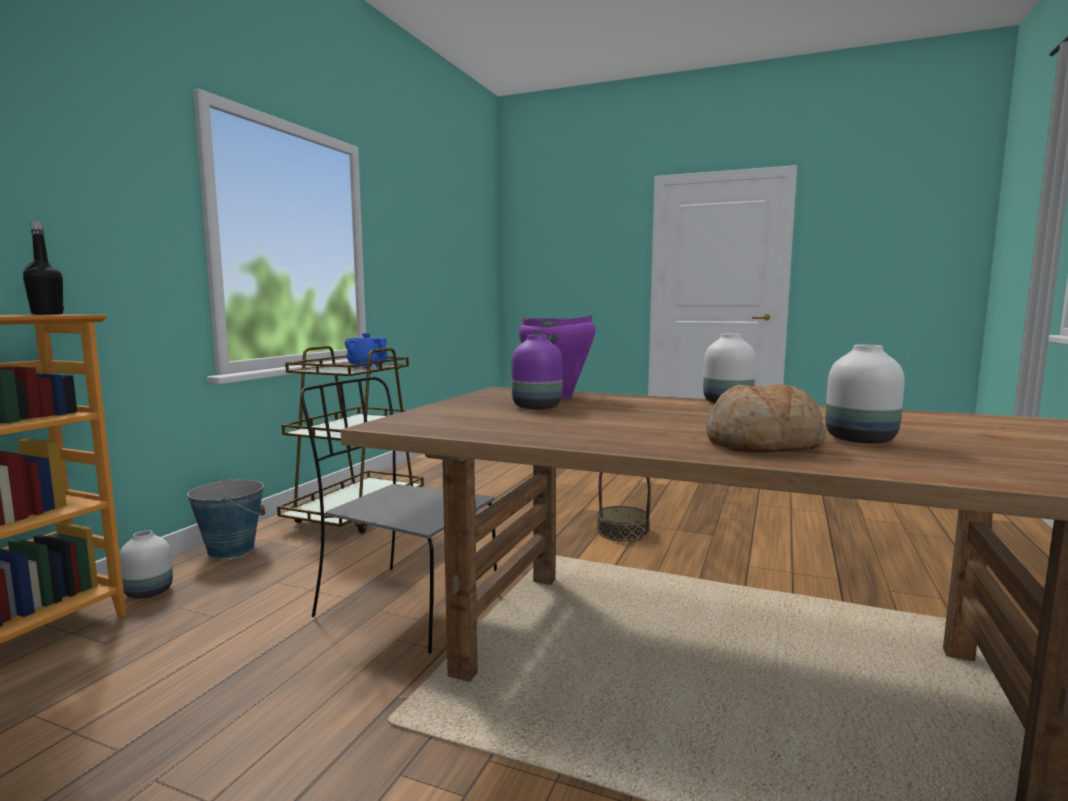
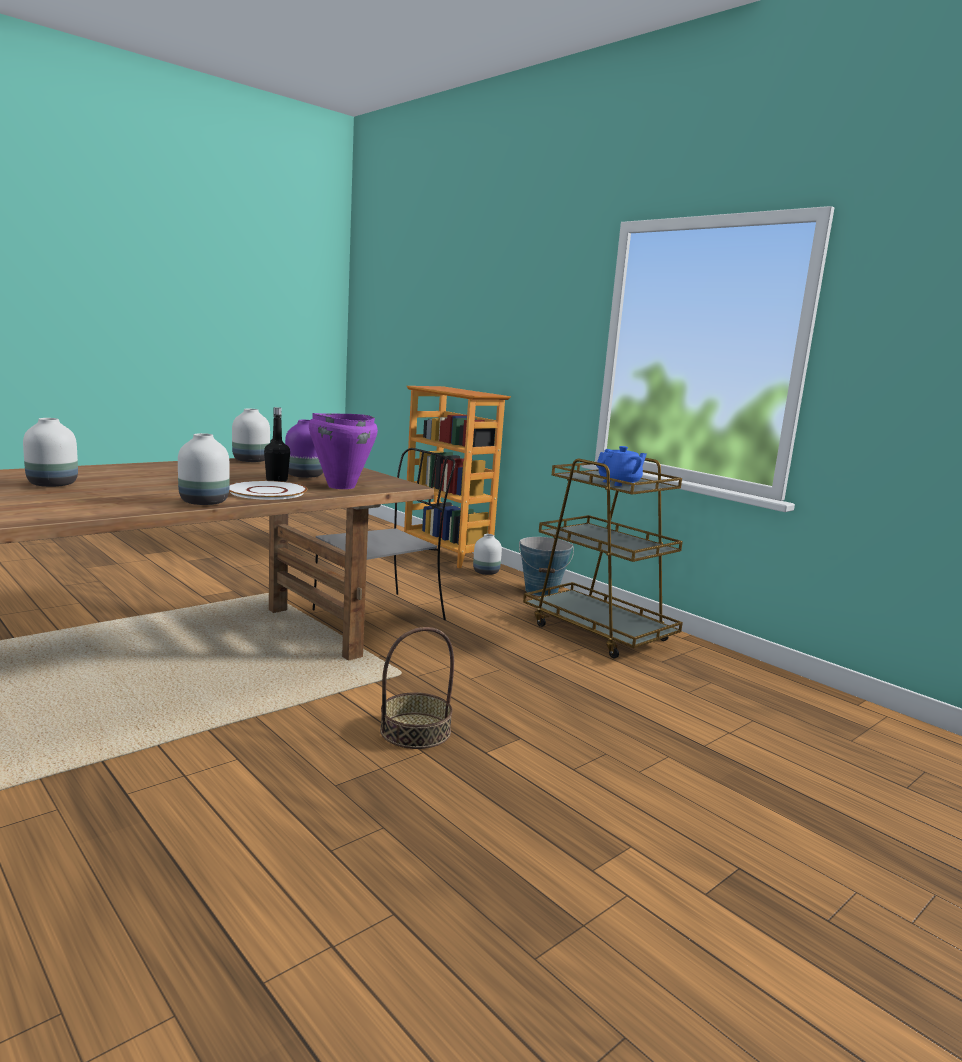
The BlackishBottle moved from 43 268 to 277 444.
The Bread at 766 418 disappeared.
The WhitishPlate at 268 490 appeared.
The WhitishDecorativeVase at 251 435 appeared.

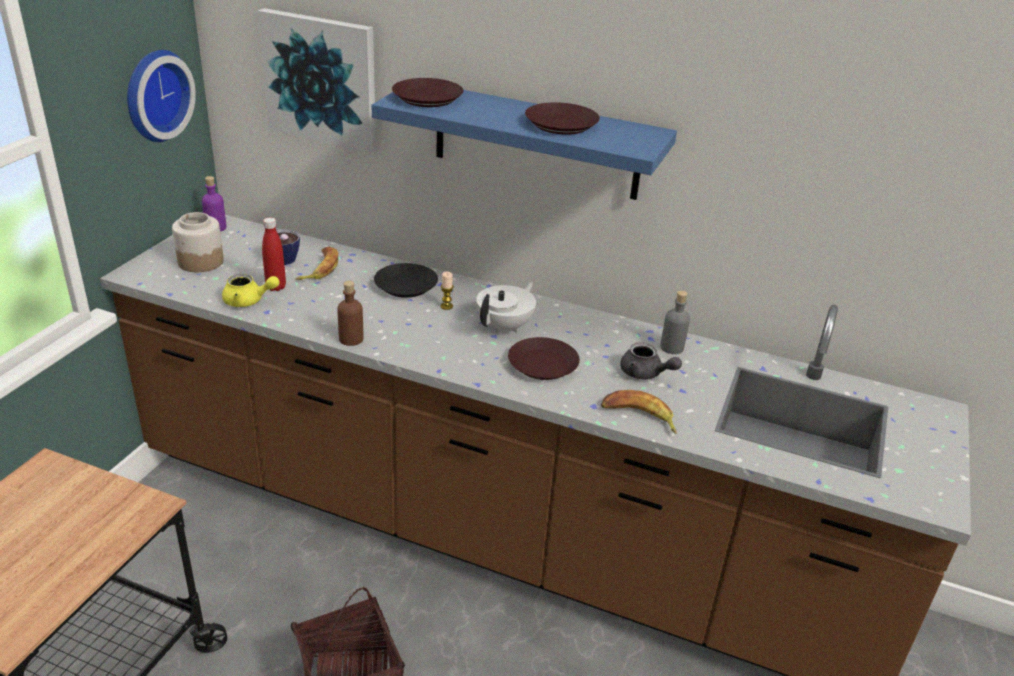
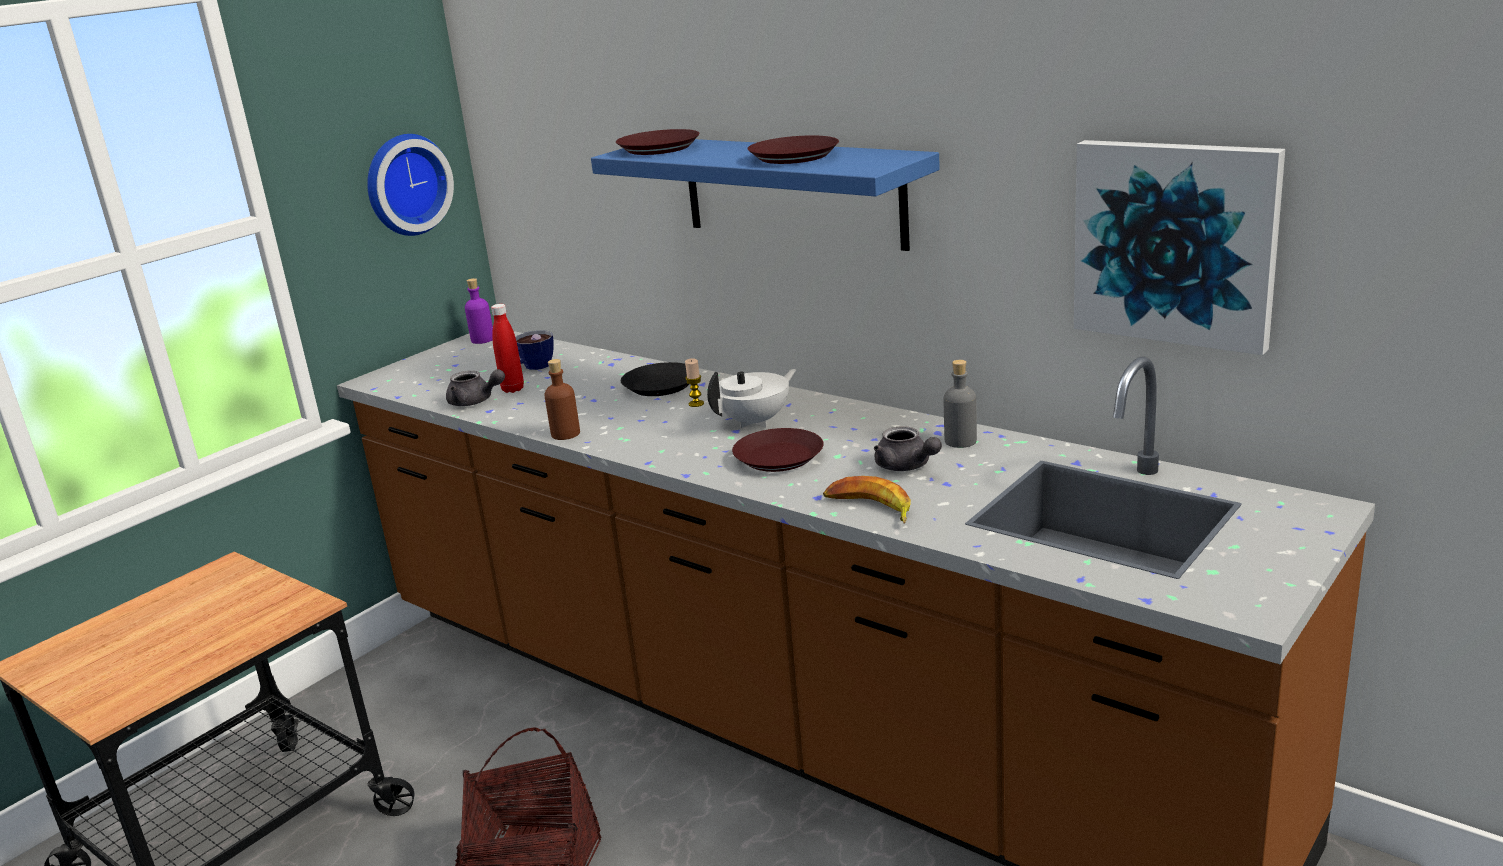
The PreserveJar at 198 242 disappeared.
The YellowishPotForTea at 250 290 became the GreyPotForTea at 475 387.
The WallPicture moved from 317 80 to 1179 247.
The BananaFruit at 316 263 disappeared.

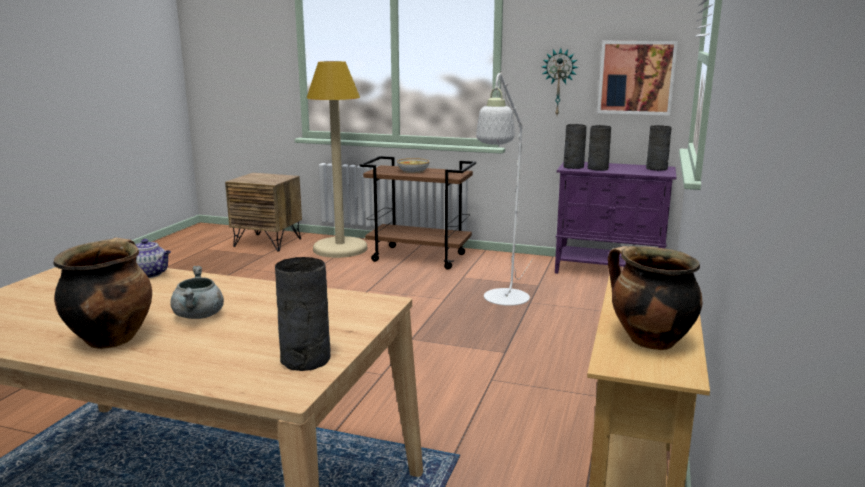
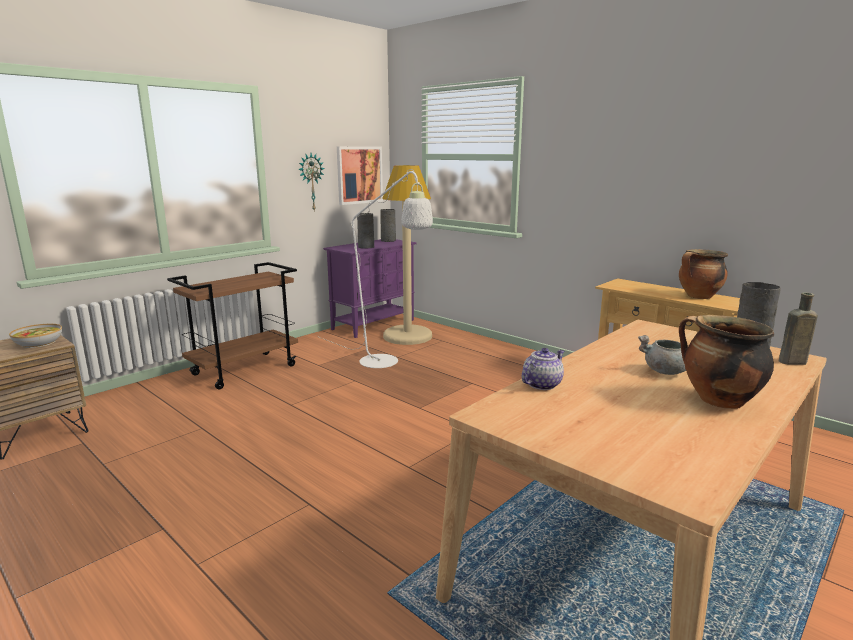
The SandColouredFloorLamp moved from 337 159 to 407 255.
The DeepDish moved from 413 165 to 35 336.
The GreyDecorativeVase at 575 146 disappeared.
The BrownishBottle at 798 329 appeared.

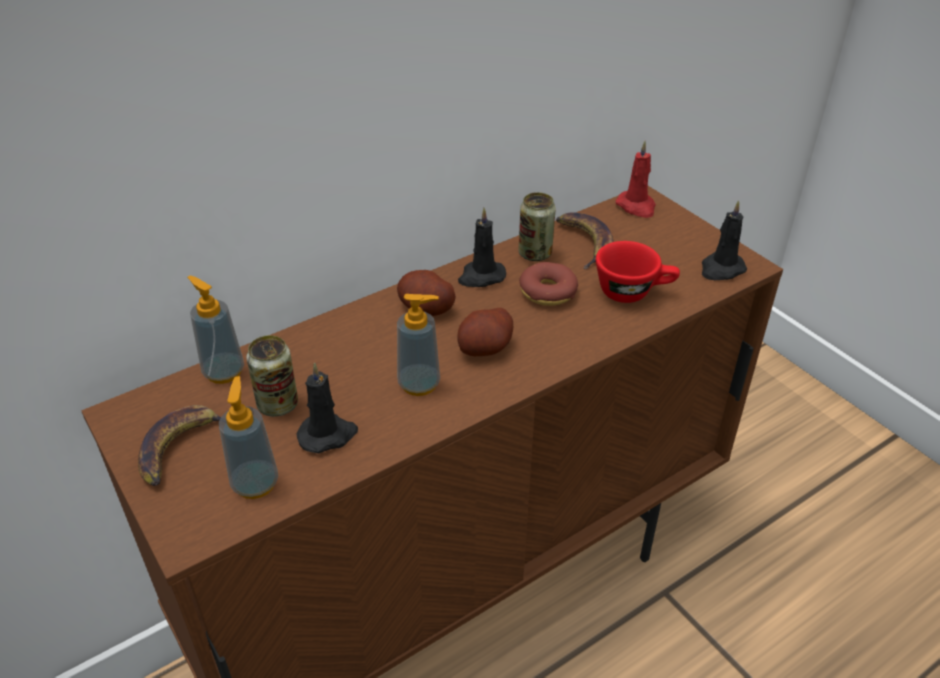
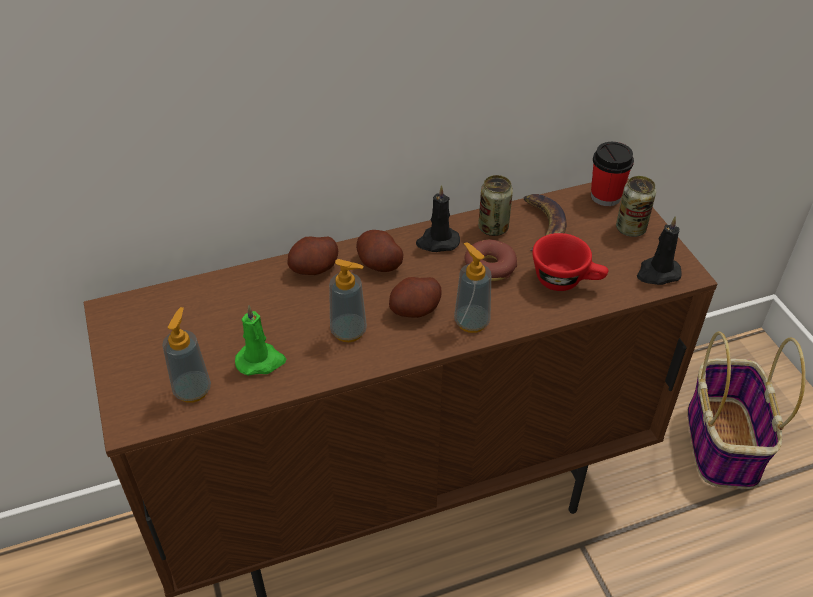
The BananaFruit at 179 445 disappeared.
The SoapDispenser moved from 215 329 to 472 287.
The SealedCan moved from 272 376 to 636 206.
The BlackishWaxCandle at 327 407 became the GreenColouredWaxCandle at 260 340.
The ReddishWaxCandle at 635 179 was replaced by the Cup at 612 174.
The WholePotato at 312 255 appeared.
The HouseholdBasket at 746 410 appeared.

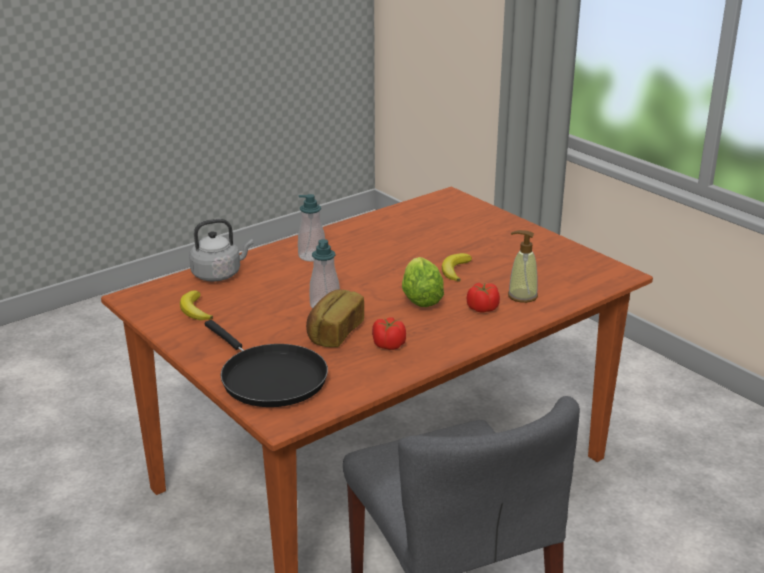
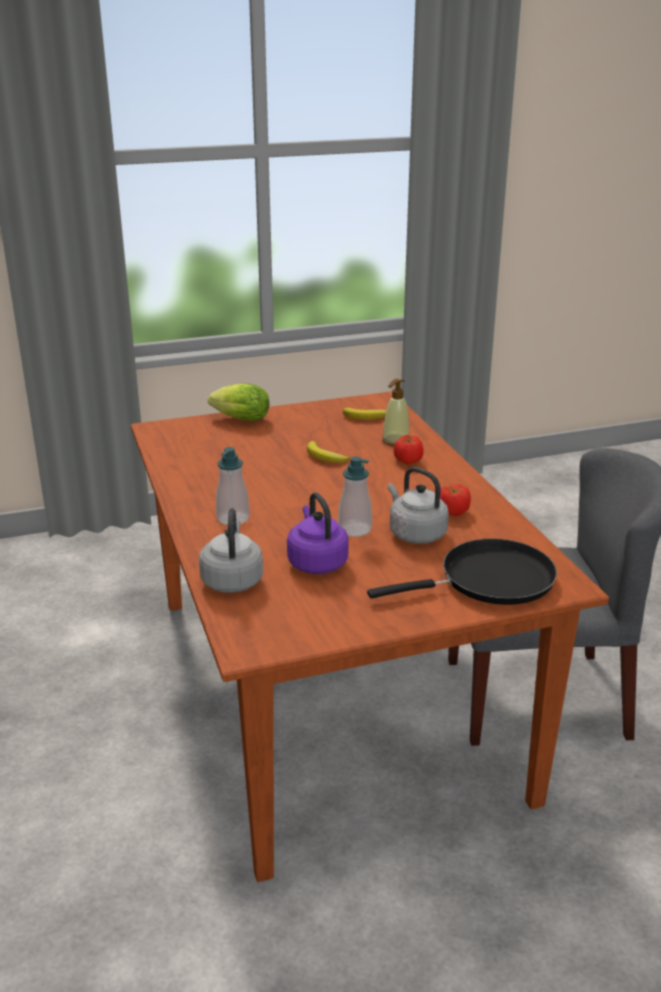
The BananaFruit moved from 196 305 to 364 414.
The Bread at 335 318 was replaced by the GreyWaterKettle at 418 505.
The HeadOfLettuce moved from 423 282 to 238 402.
The PurpleWaterKettle at 318 533 appeared.

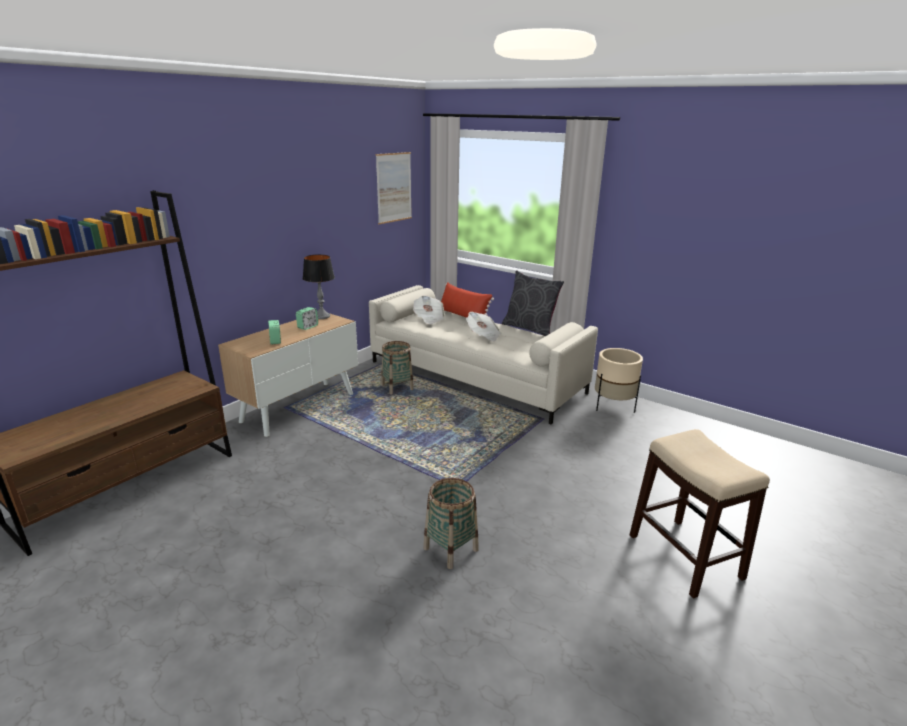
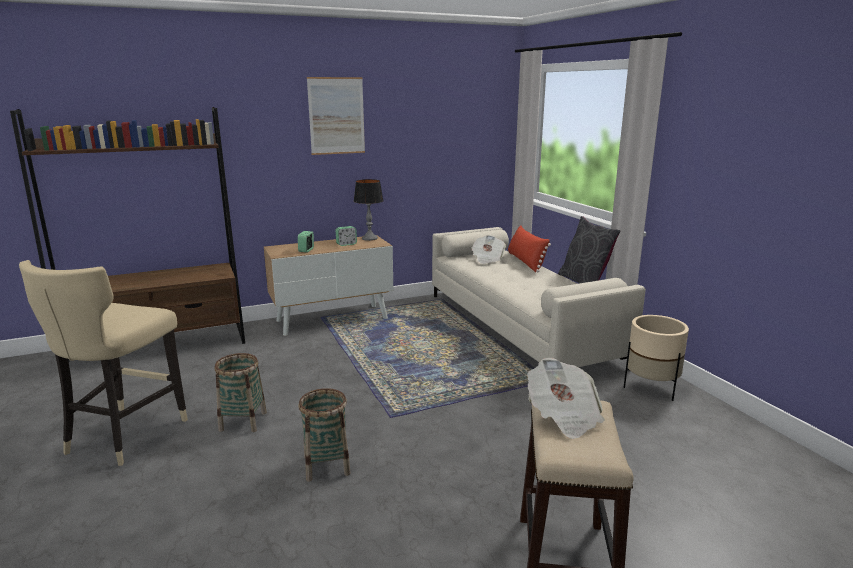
The WallPicture moved from 394 188 to 336 116.
The HouseholdBasket moved from 397 368 to 241 392.
The Newspaper moved from 484 327 to 566 398.
The SandColouredStool at 103 363 appeared.

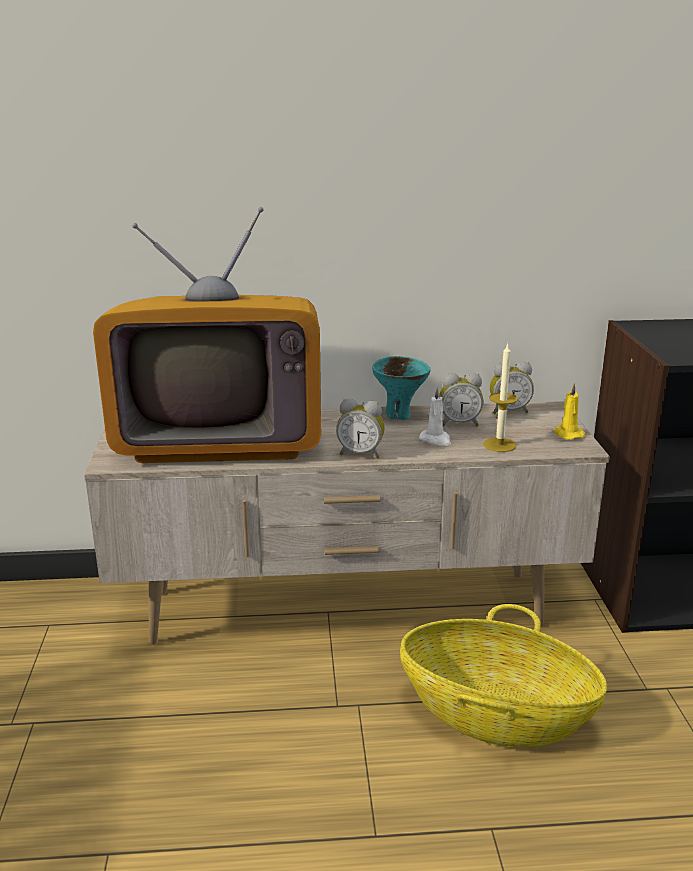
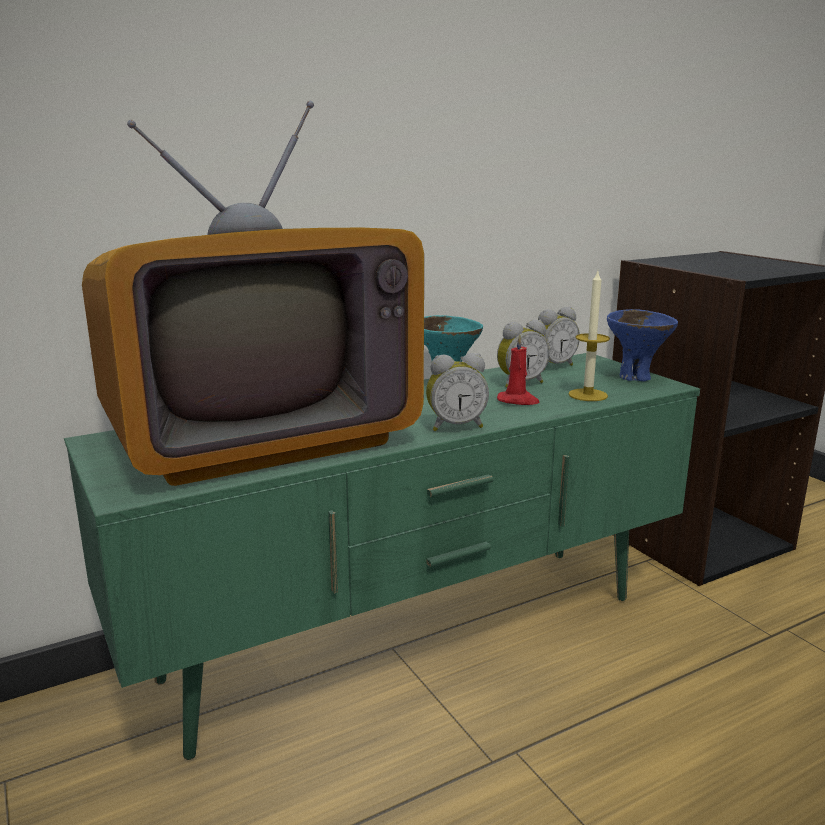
The SandColouredMediaConsole at 347 523 became the GreenColouredMediaConsole at 382 556.
The HouseholdBasket at 503 675 disappeared.
The WhitishWaxCandle at 435 416 became the ReddishWaxCandle at 518 369.
The YellowishWaxCandle at 569 411 was replaced by the BluishDeepDish at 642 345.

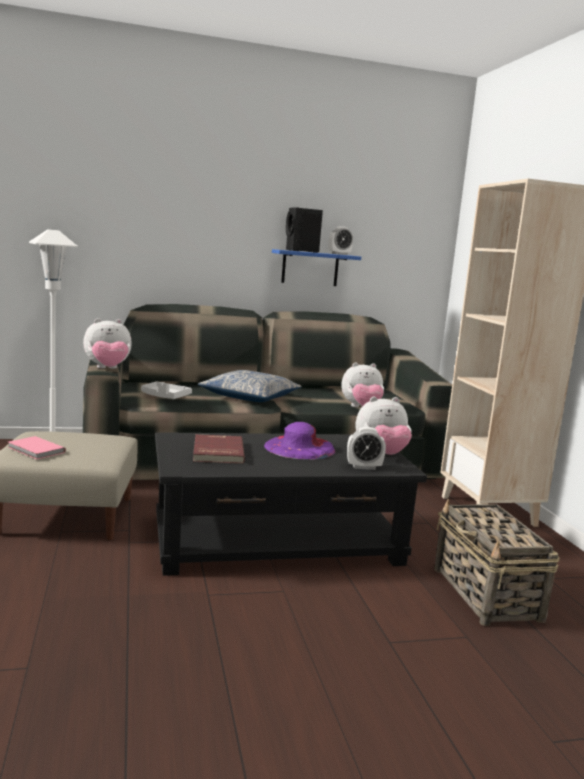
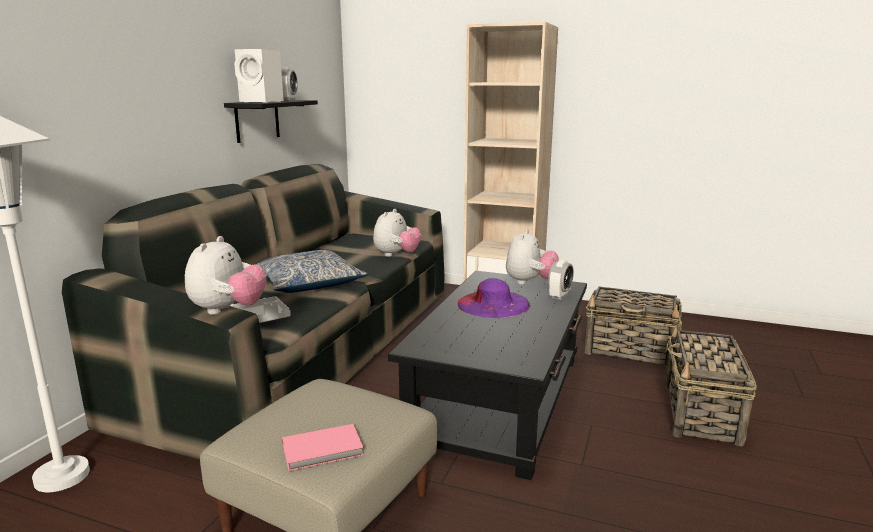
The ReddishVolume at 219 449 disappeared.
The BluishBracketShelf at 316 267 became the BlackishBracketShelf at 271 121.
The BlackishLoudspeaker at 304 230 became the WhitishLoudspeaker at 259 75.
The HouseholdBasket at 711 385 appeared.

